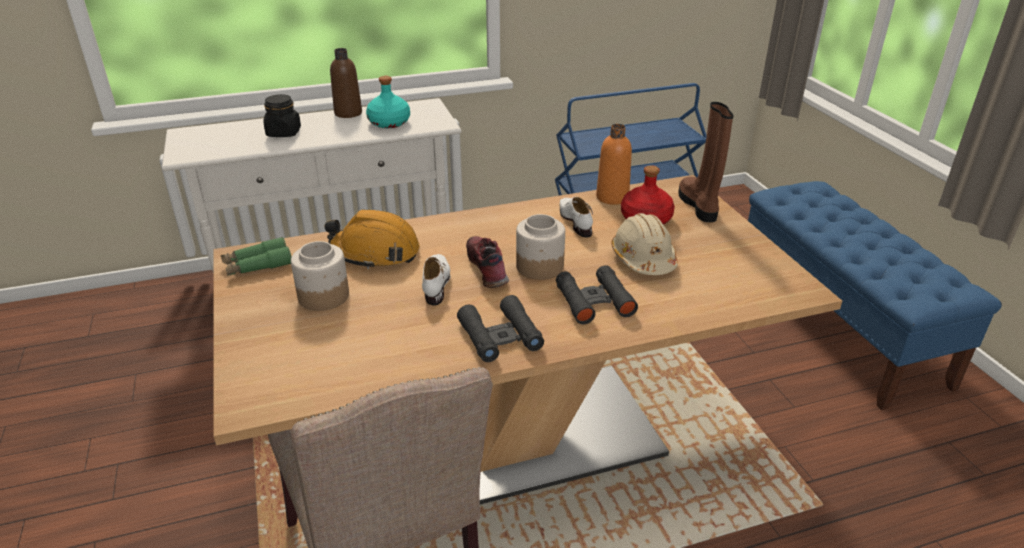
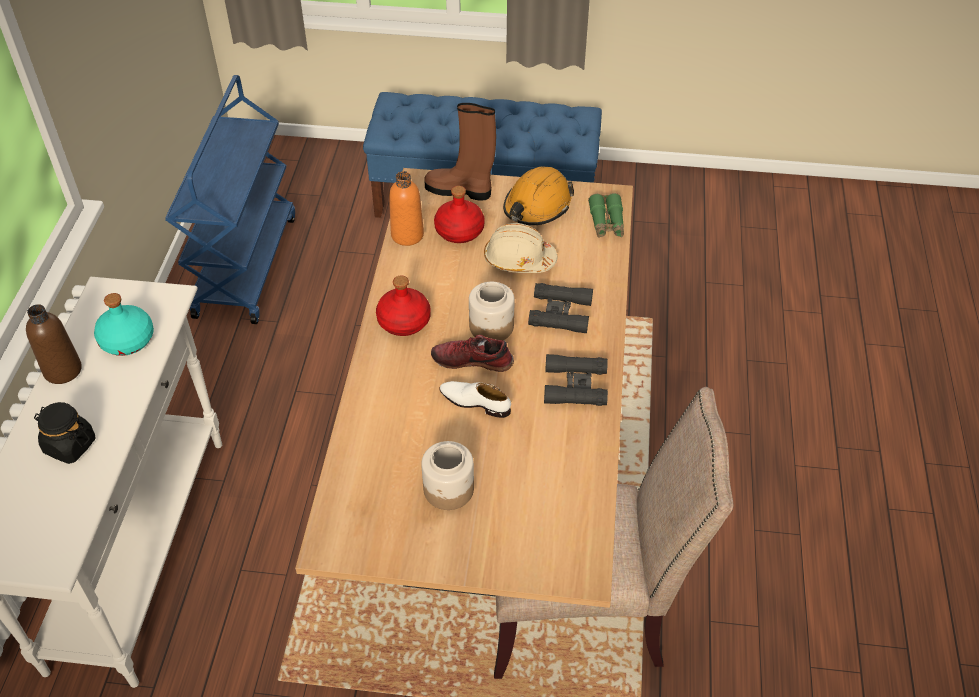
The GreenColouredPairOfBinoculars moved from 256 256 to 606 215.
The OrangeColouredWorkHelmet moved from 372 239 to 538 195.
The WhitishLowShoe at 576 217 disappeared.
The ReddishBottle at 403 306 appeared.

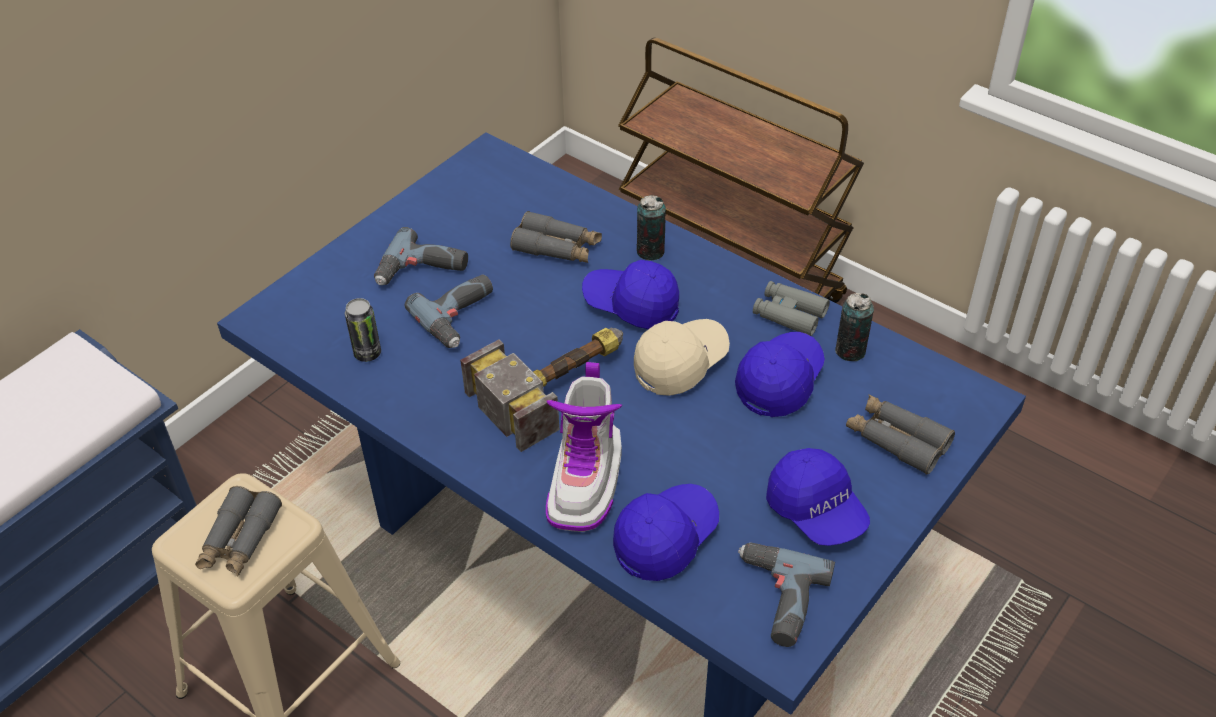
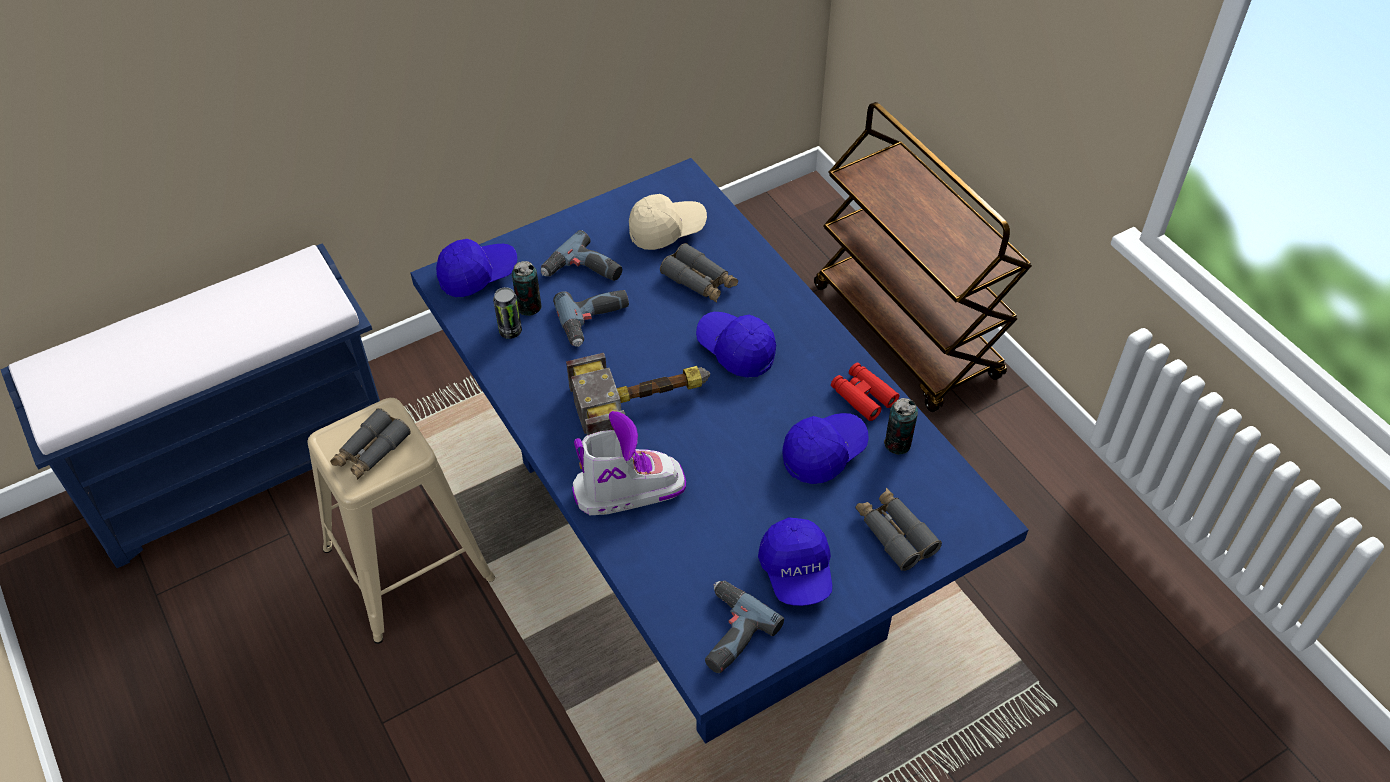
The HighTopBoot at 584 447 turned 135 degrees counterclockwise.
The BluishCap moved from 666 532 to 476 268.
The SandColouredCap moved from 682 357 to 668 222.
The SealedCan moved from 651 228 to 526 288.
The GreyPairOfBinoculars at 791 308 became the ReddishPairOfBinoculars at 865 392.

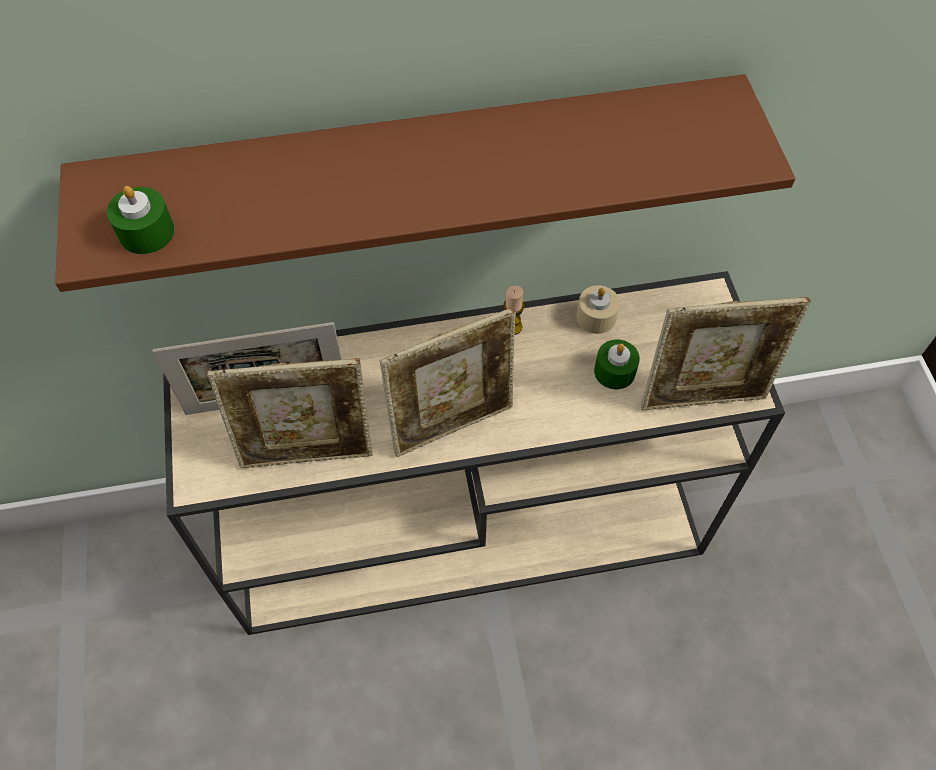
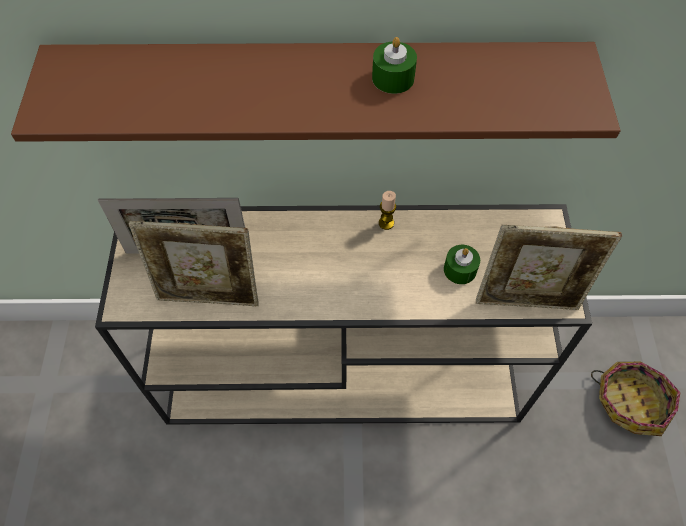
The GreenColouredWaxCandle moved from 140 220 to 394 65.
The StandingFrame at 448 382 disappeared.
The SandColouredWaxCandle at 598 309 disappeared.
The HouseholdBasket at 636 399 appeared.

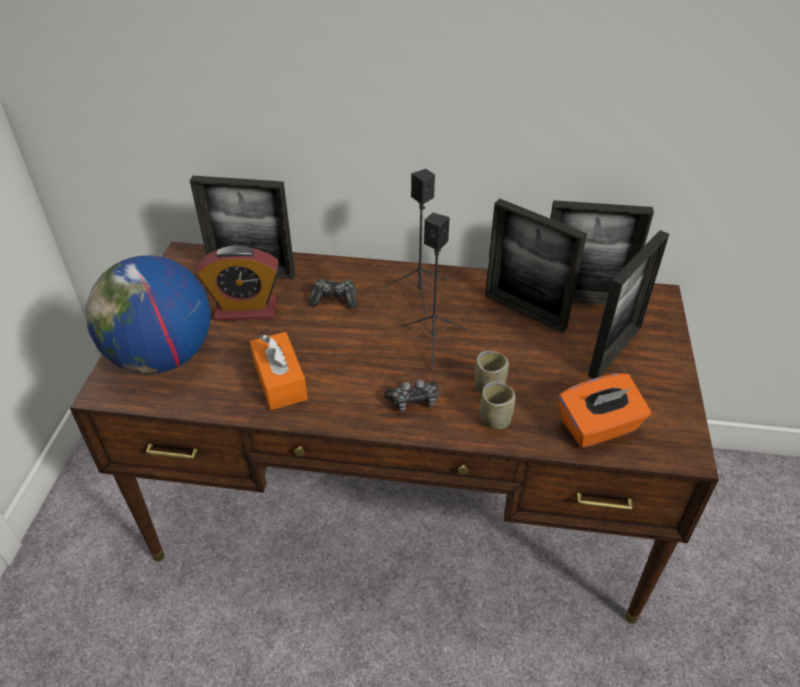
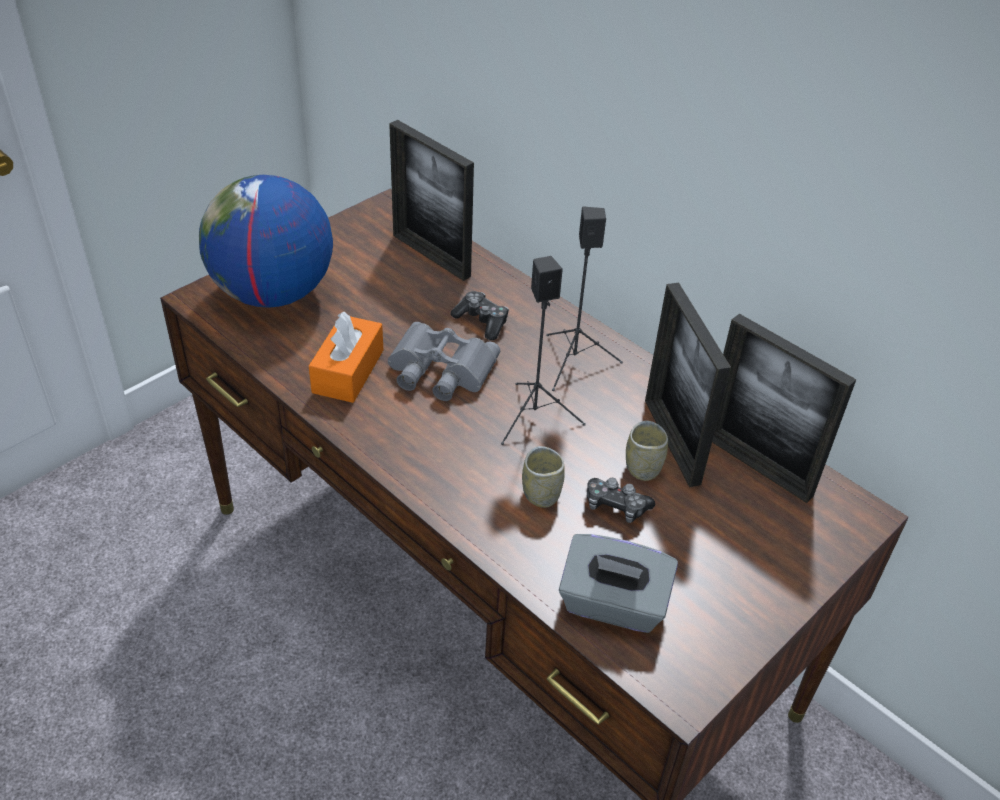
The BedsideClock at 238 283 disappeared.
The GameController moved from 411 395 to 621 500.
The Cup moved from 497 406 to 647 451.
The OrangeColouredTissueBox at 605 410 became the GreyTissueBox at 618 583.
The StandingFrame at 628 304 disappeared.
The GreyPairOfBinoculars at 444 361 appeared.

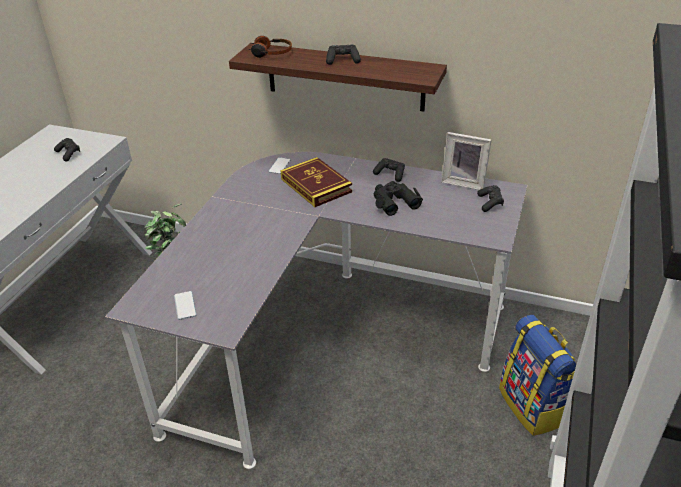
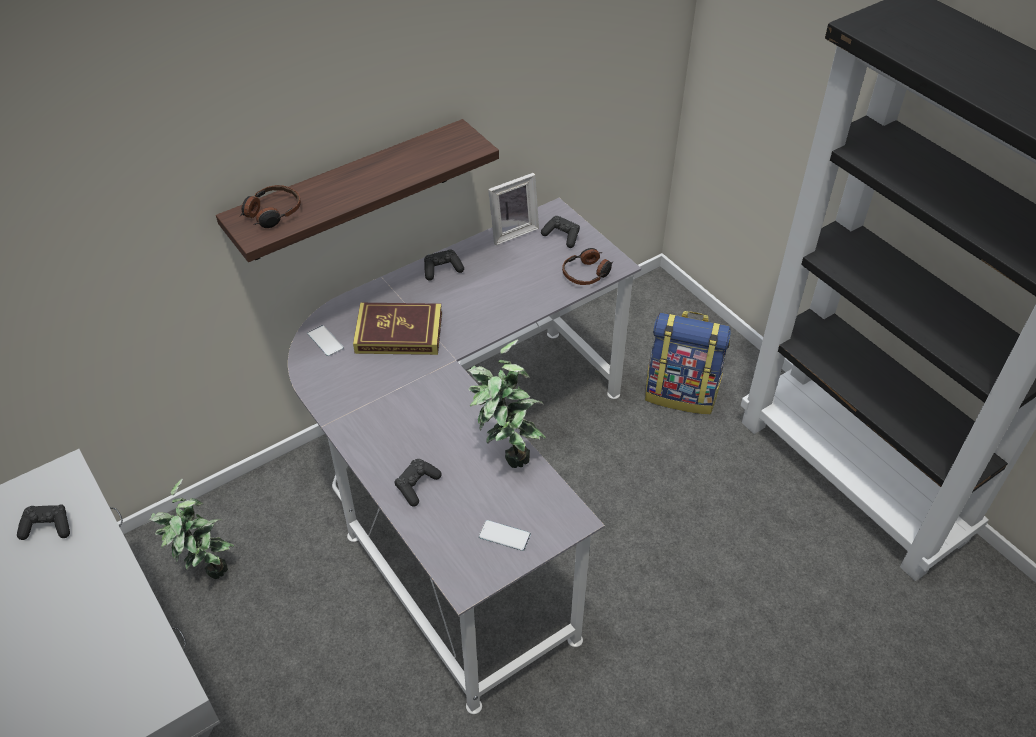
The BlackishGameController moved from 343 54 to 418 483.
The BlackishPairOfBinoculars at 398 198 disappeared.
The PlantInAPot at 506 403 appeared.
The Headset at 587 266 appeared.

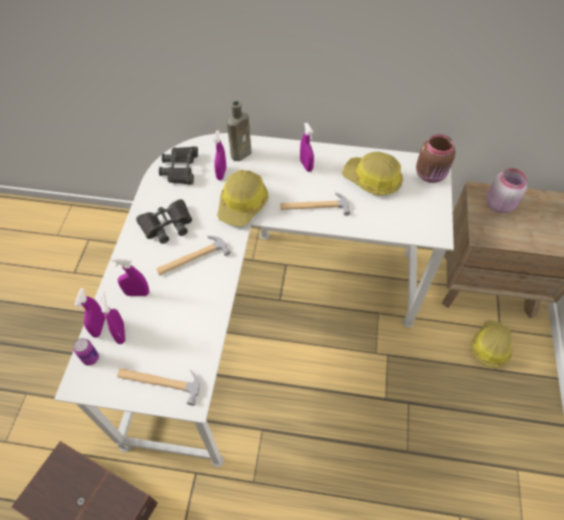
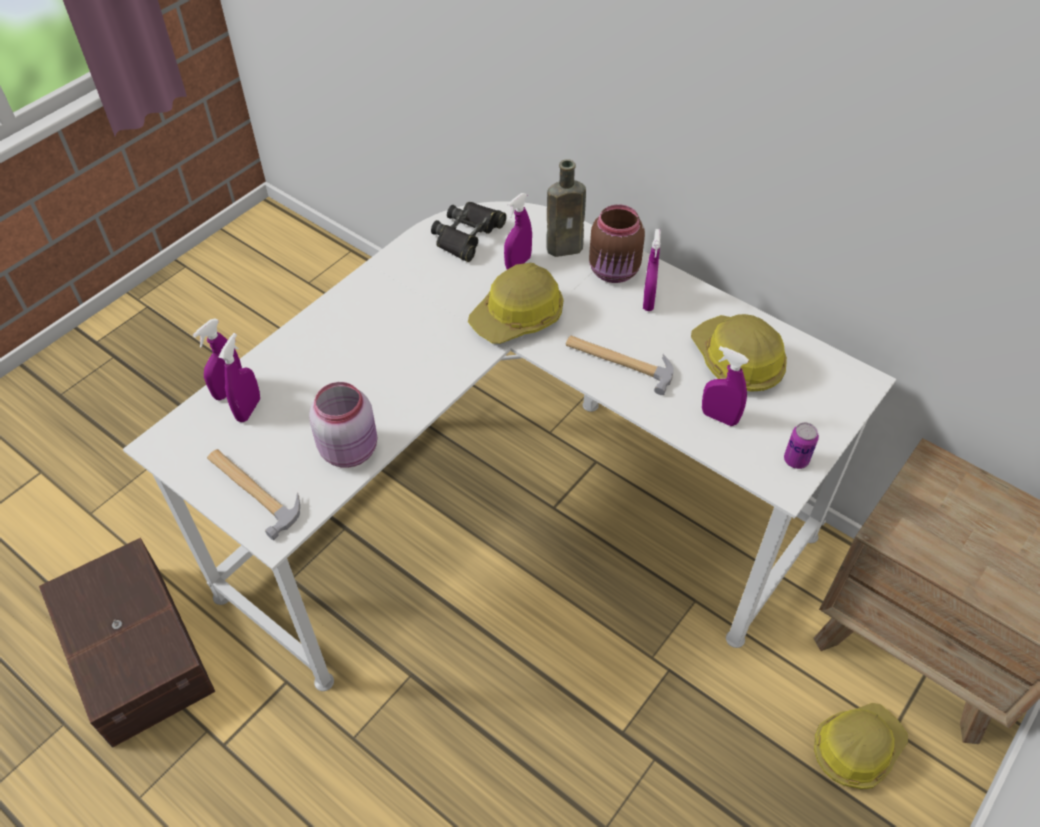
The SealedCan moved from 86 352 to 801 446.
The PurpleSprayer moved from 130 277 to 725 386.
The BlackishPairOfBinoculars at 164 221 disappeared.
The ToolHammer at 193 255 disappeared.
The BrownishPreserveJar moved from 436 158 to 617 244.
The PinkColouredPreserveJar moved from 506 190 to 343 425.

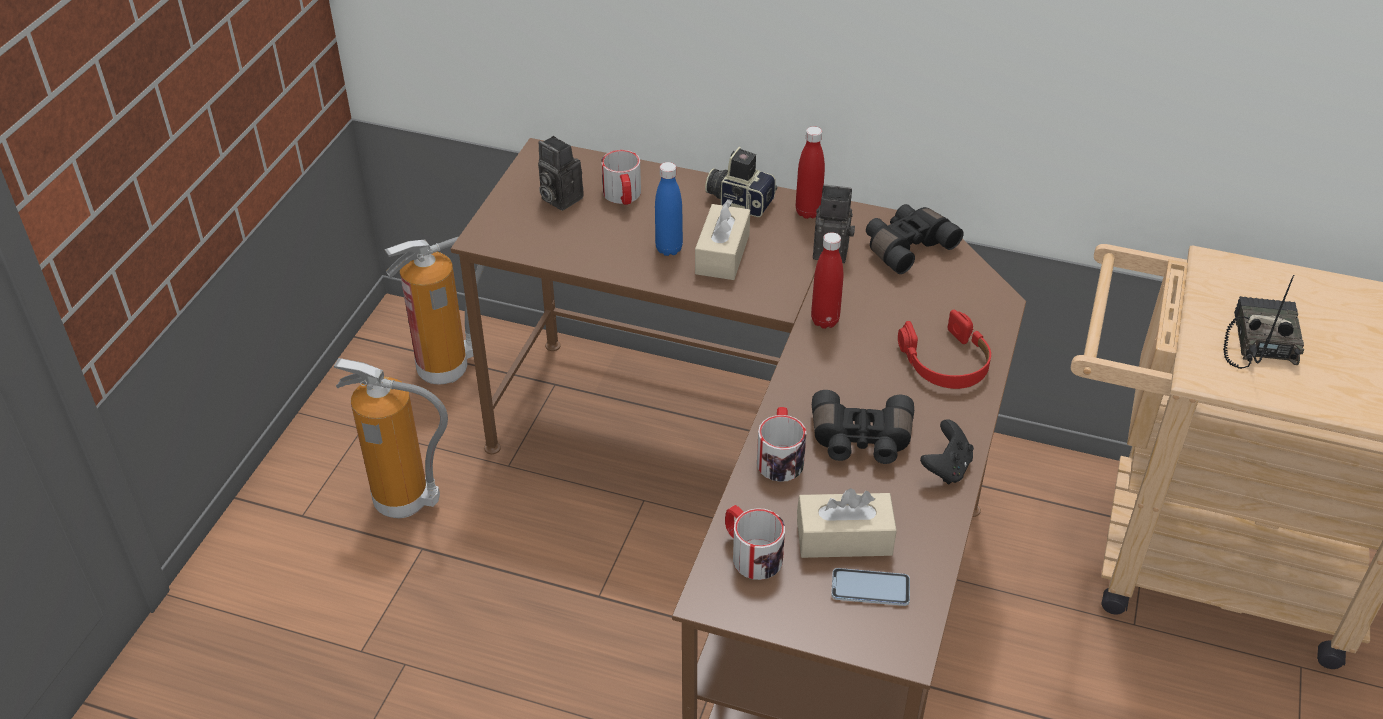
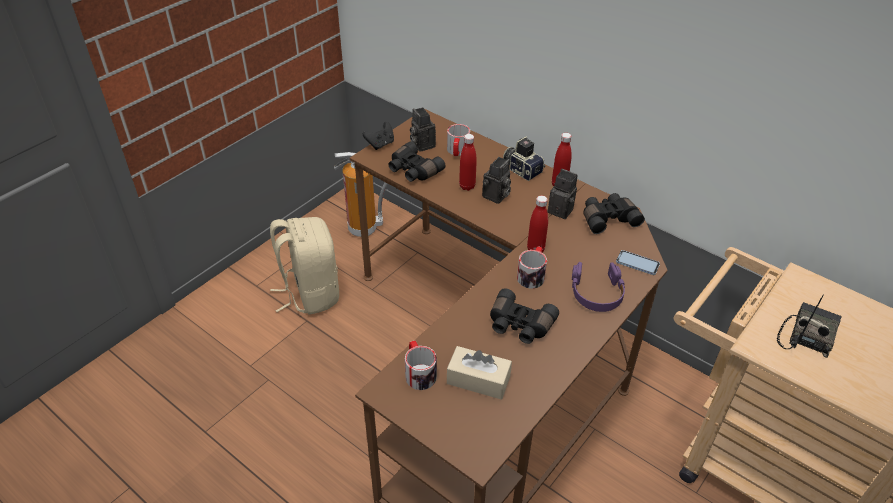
The FireFightingCylinder at 391 438 was replaced by the SandColouredBackpack at 304 265.
The BluishBottle at 669 209 became the ReddishBottle at 468 162.
The SandColouredTissueBox at 722 239 was replaced by the PhotoCamera at 496 180.
The Mug moved from 782 444 to 532 268.
The Phone moved from 870 587 to 638 262.
The ReddishHeadset at 944 349 became the PurpleHeadset at 598 287.
The BlackishGameController moved from 947 451 to 378 136.
The BlackishPairOfBinoculars at 416 161 appeared.

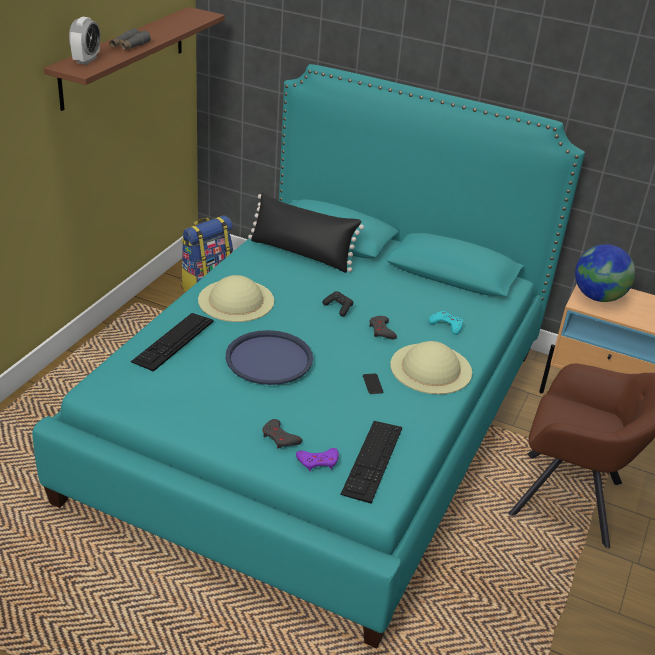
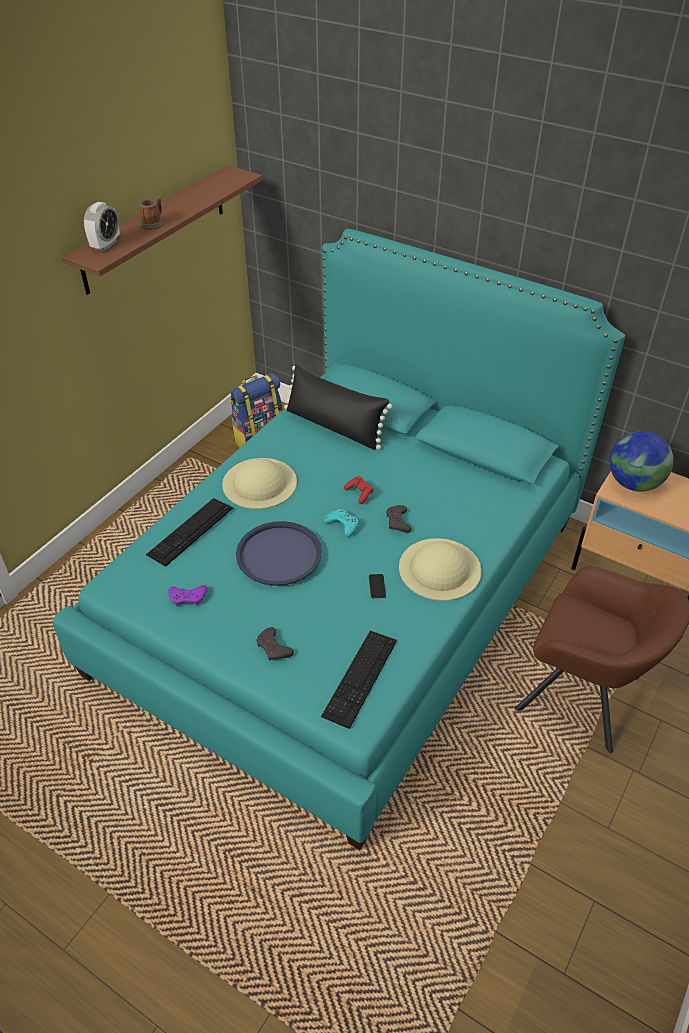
The GreyPairOfBinoculars at 130 39 was replaced by the Mug at 151 214.
The PurpleGameController moved from 317 459 to 188 596.
The BlackishGameController at 338 304 became the ReddishGameController at 358 490.
The TurquoiseGameController moved from 445 323 to 341 523.

